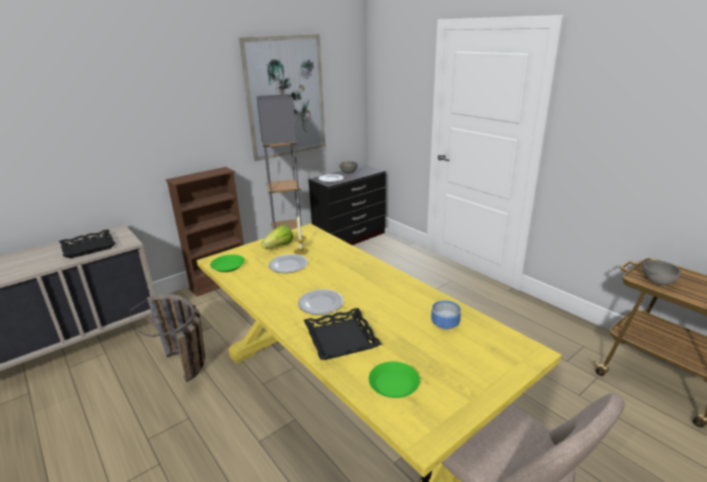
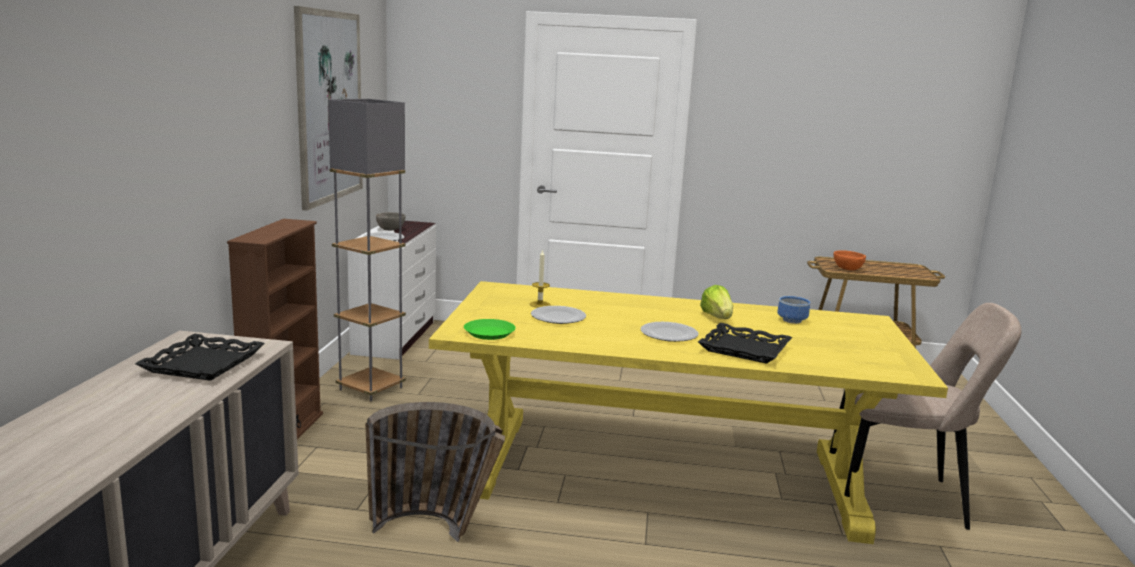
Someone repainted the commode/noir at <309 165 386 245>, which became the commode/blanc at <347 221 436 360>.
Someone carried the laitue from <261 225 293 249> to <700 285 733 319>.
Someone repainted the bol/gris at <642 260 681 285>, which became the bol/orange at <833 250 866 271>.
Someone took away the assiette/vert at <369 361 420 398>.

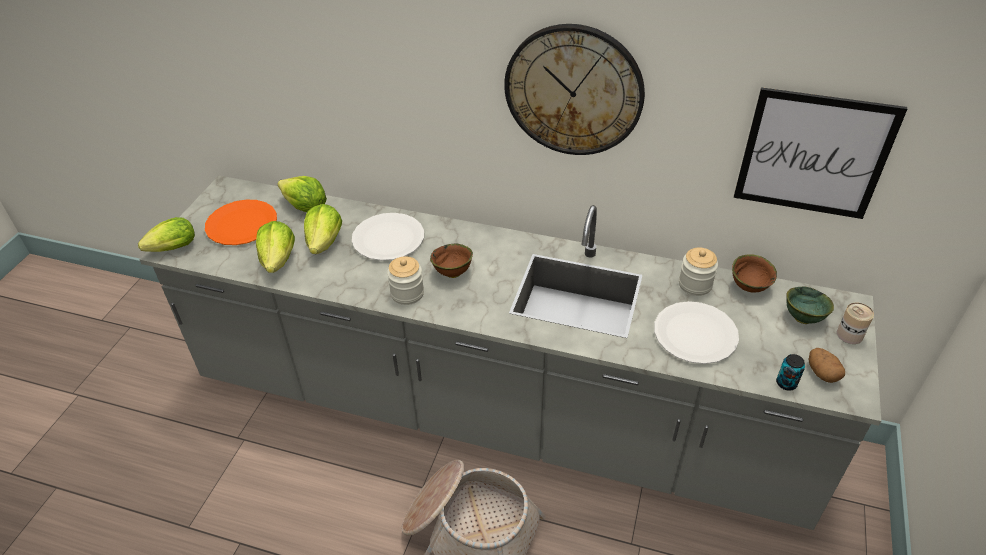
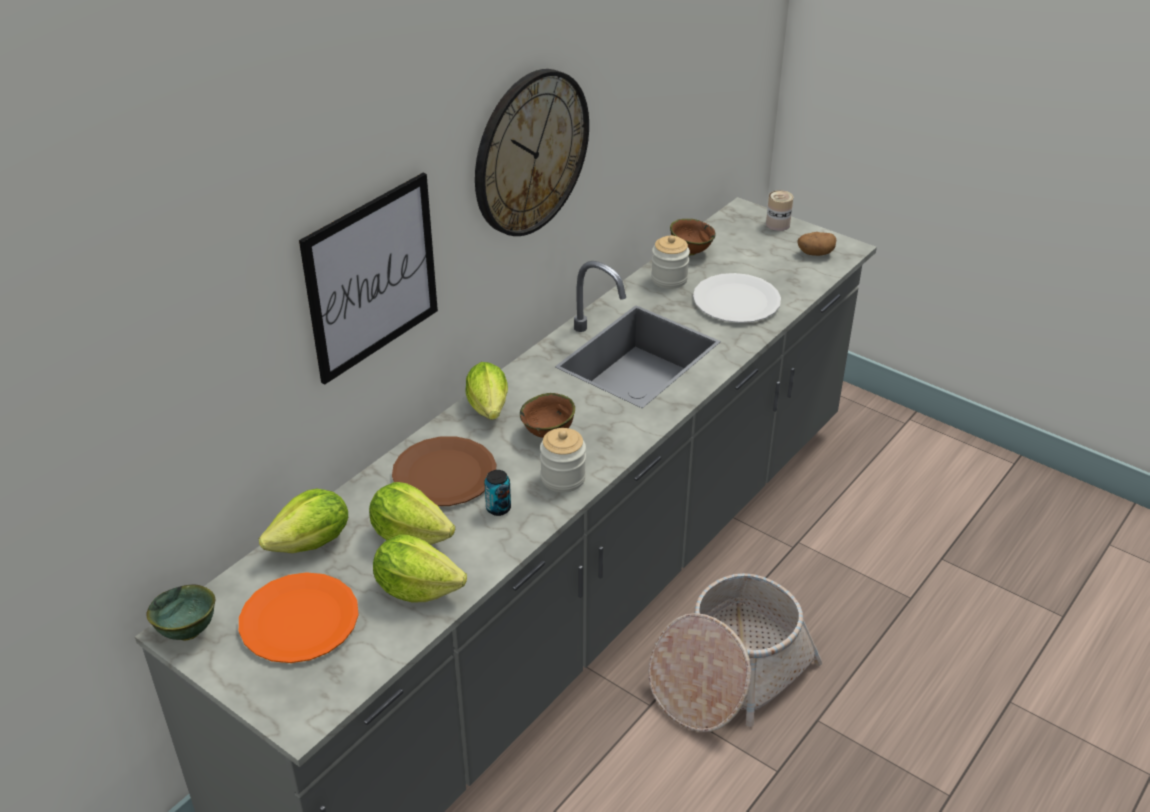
Someone carried the bol/vert from <786 286 834 324> to <146 584 216 641>.
Someone carried the tableau from <734 87 907 219> to <299 173 438 385>.
Someone repainted the assiette/blanc at <352 213 424 261>, which became the assiette/marron at <392 436 496 506>.
Someone carried the laitue from <138 217 195 252> to <466 362 508 420>.
Someone carried the boîte métallique from <776 354 805 390> to <484 470 511 516>.

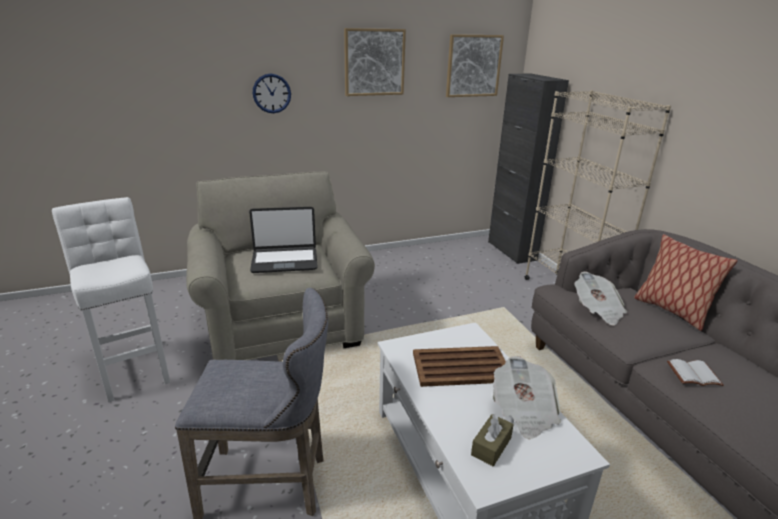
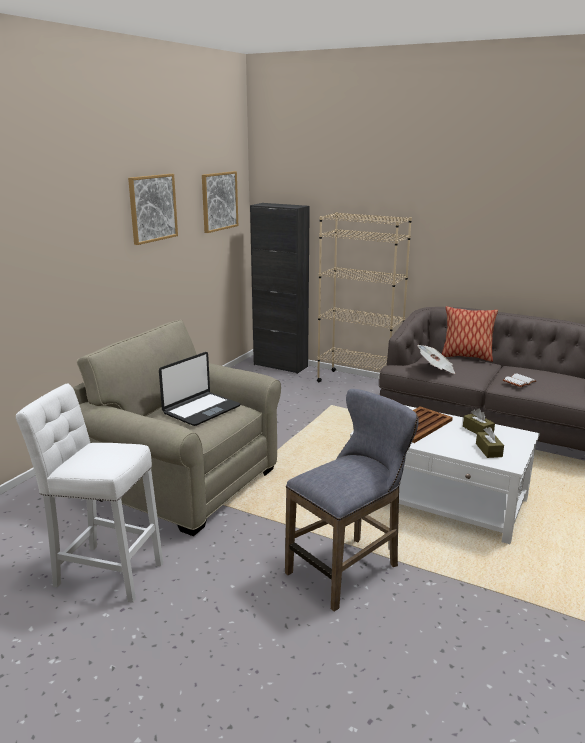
Someone swapped the journal at <492 356 561 440> for the boîte à mouchoirs/marron at <463 409 495 434>.
Someone took away the horloge murale at <253 73 291 113>.

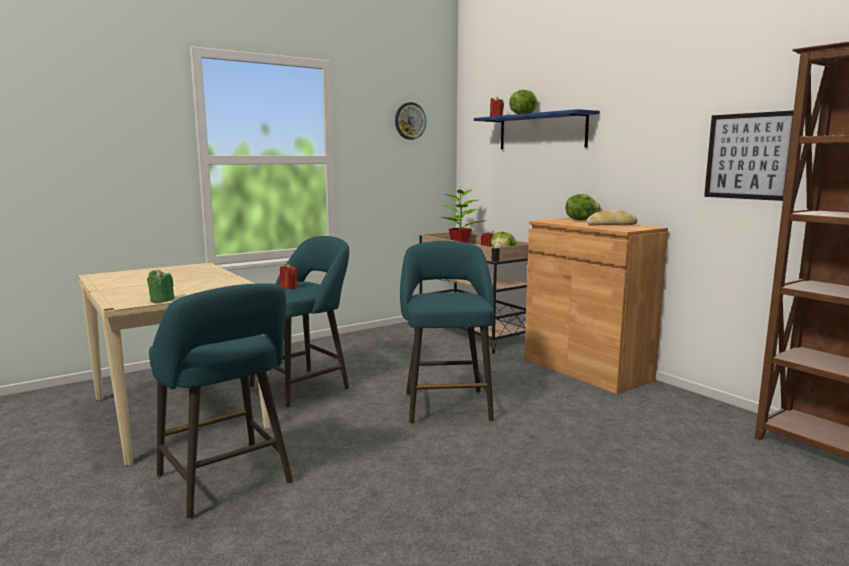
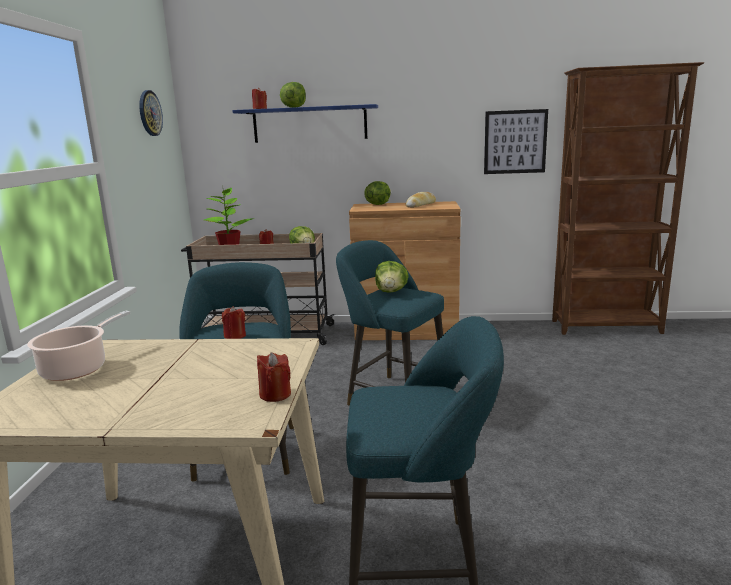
Someone put down the marmite at <27 311 130 381>.
Someone repainted the bougie/vert at <147 269 175 303>, which became the bougie/rouge at <257 352 291 402>.
Someone put down the laitue at <375 261 409 293>.

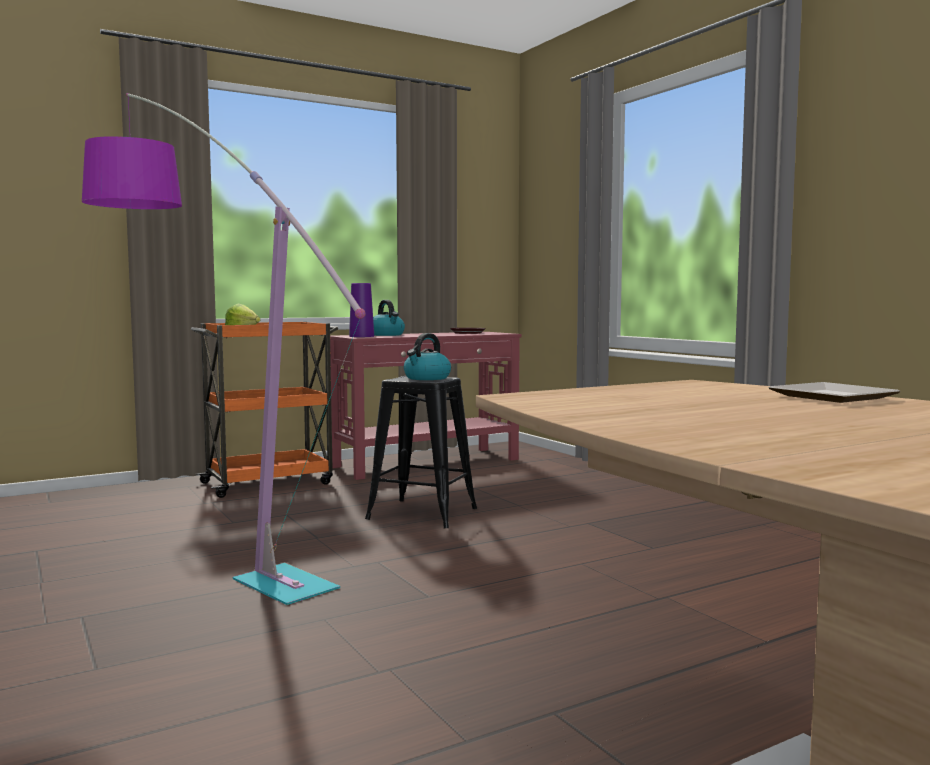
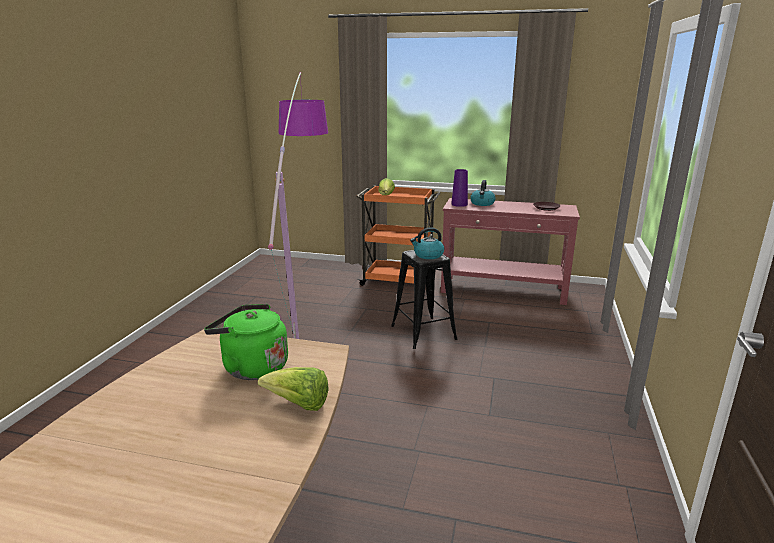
Someone put down the bouilloire/vert at <204 304 288 380>.
Someone swapped the assiette at <768 382 901 403> for the laitue at <258 367 329 411>.

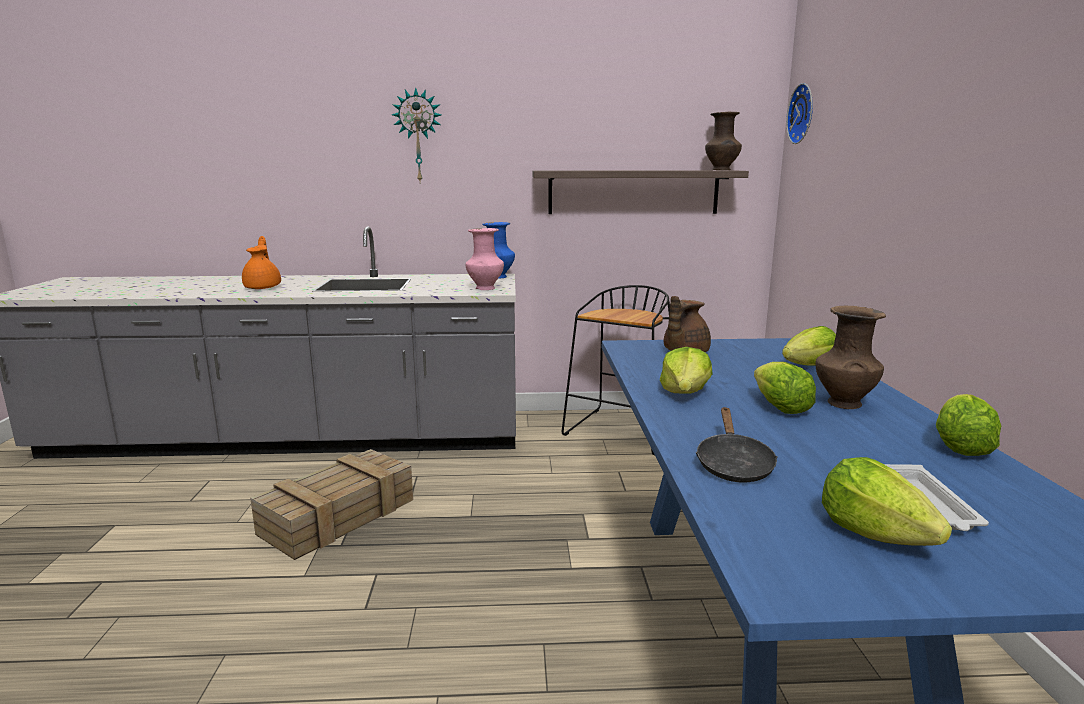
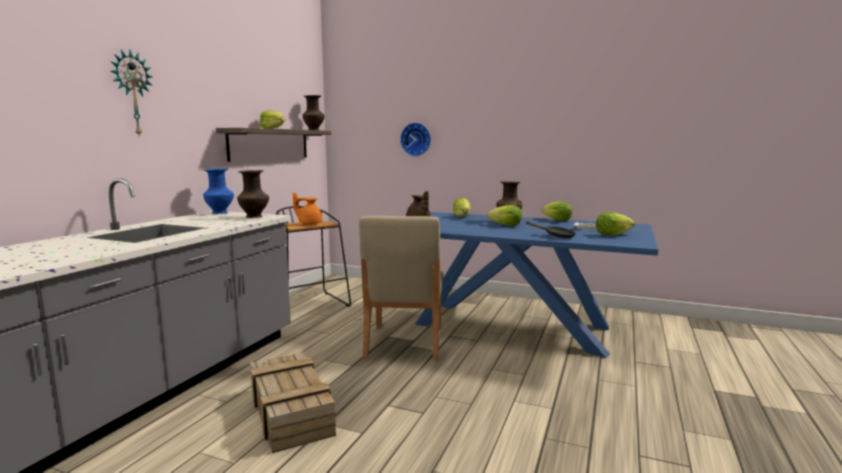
Someone repainted the vase/rose at <465 228 504 290>, which became the vase/marron at <237 170 269 218>.
Someone carried the laitue from <660 347 713 394> to <260 110 285 129>.
Someone carried the théière/orange from <242 236 281 289> to <293 192 322 224>.
Someone put down the chaise/beige at <359 216 443 360>.
Someone carried the horloge murale from <786 83 813 144> to <400 123 431 157>.

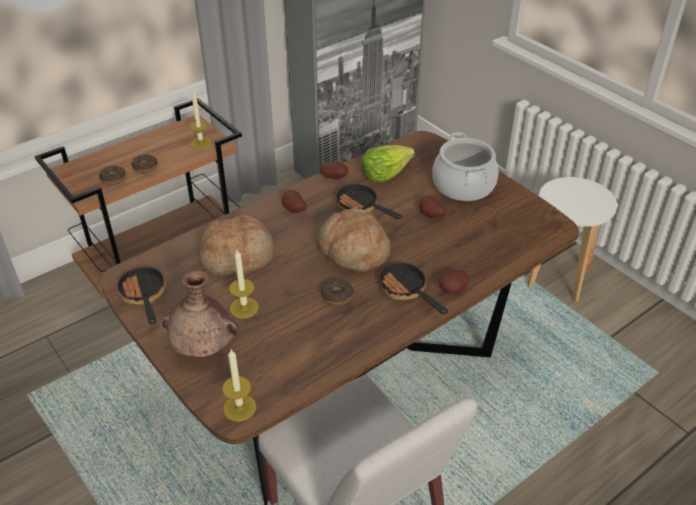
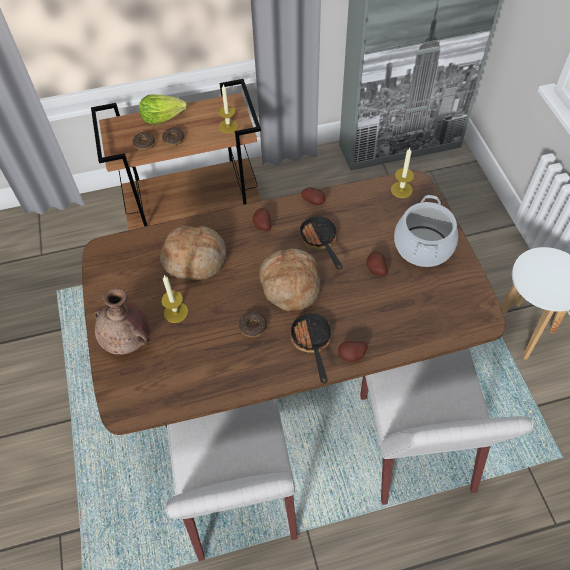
Someone carried the laitue from <361 145 415 183> to <139 95 187 125>.
Someone put down the chaise/blanc at <360 348 533 505>.
Someone carried the bougie from <222 349 256 422> to <391 148 414 198>.
Someone took away the poêle at <116 266 166 324>.

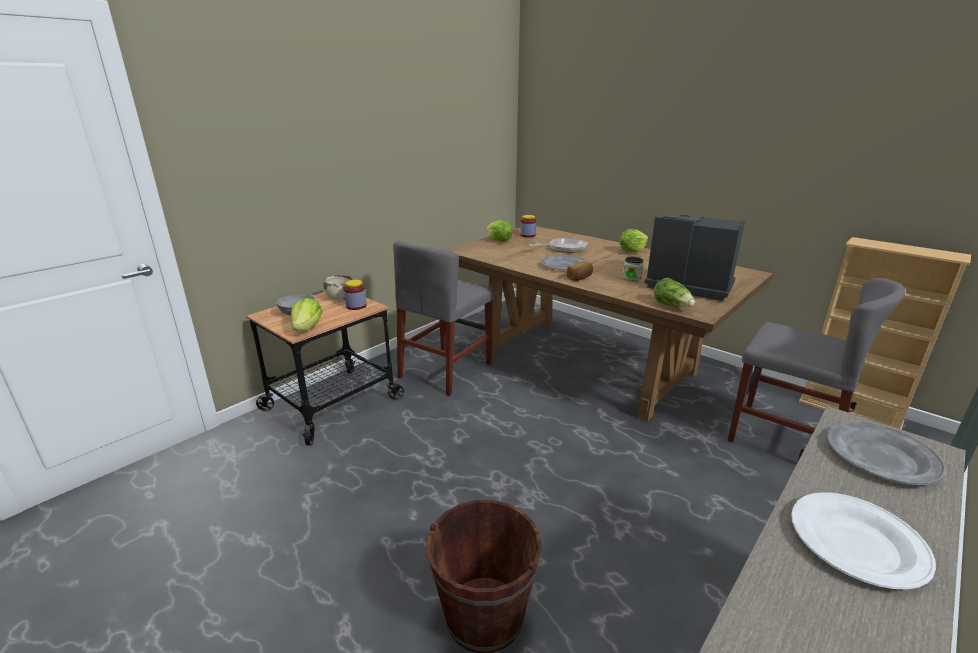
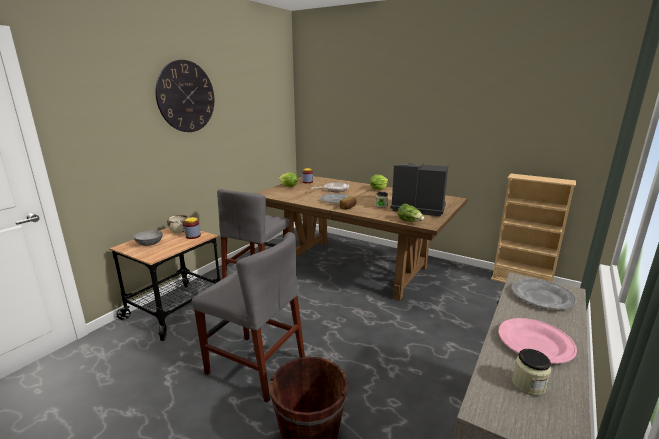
Someone put up the horloge murale at <155 60 214 132>.
Someone carried the chaise/gris from <728 278 906 443> to <192 232 305 403>.
Someone repainted the assiette/blanc at <791 492 936 589>, which became the assiette/rose at <498 318 577 364>.
Someone put down the bocal at <512 349 551 396>.
Someone took away the laitue at <291 298 322 332>.

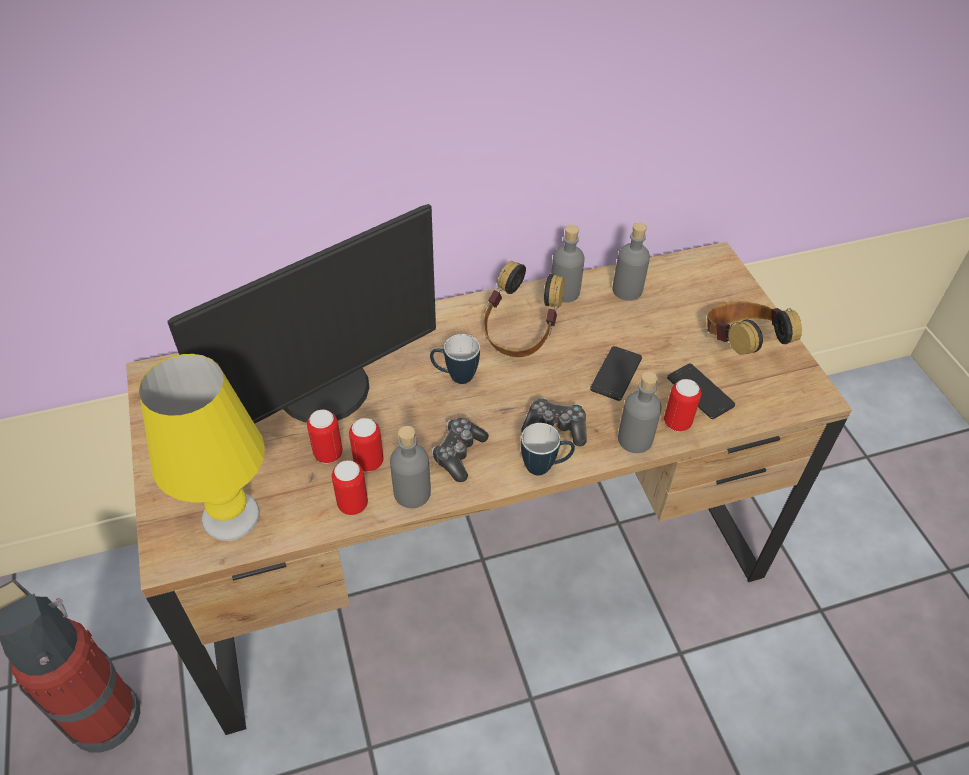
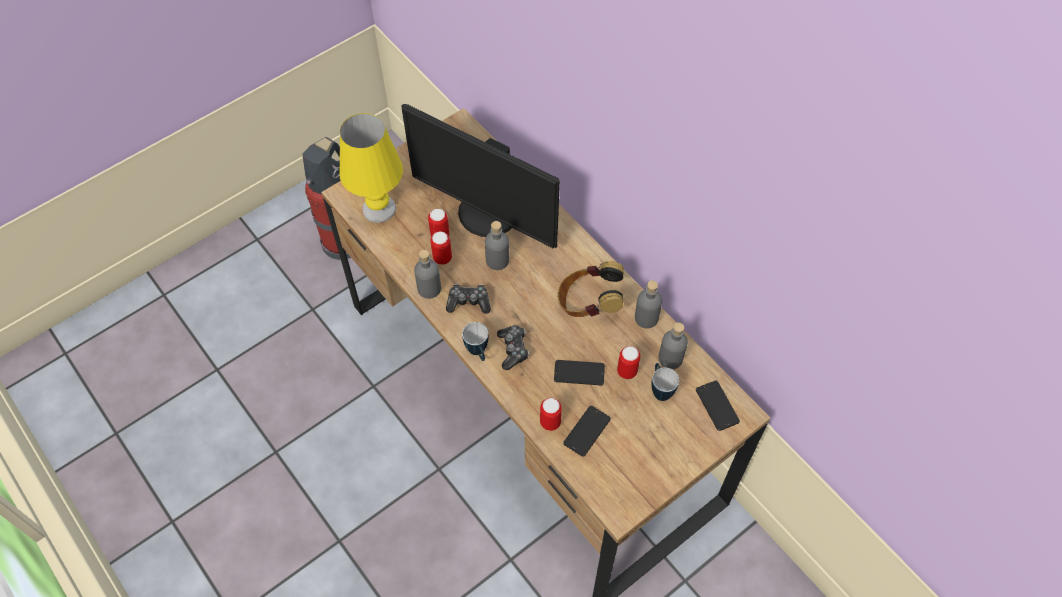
Someone carried the bouteille/gris from <618 371 662 453> to <485 221 509 270>.
Someone carried the boîte métallique from <332 460 368 515> to <617 346 641 379>.
Someone carried the mug from <430 334 480 384> to <652 363 679 401>.
Someone put down the téléphone at <696 381 740 431>.
Someone took away the casque audio at <707 301 802 355>.

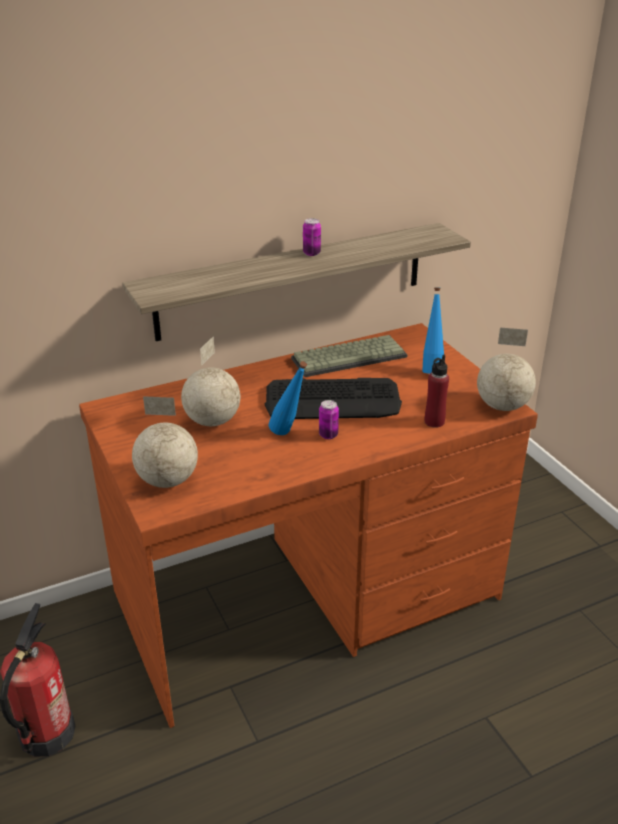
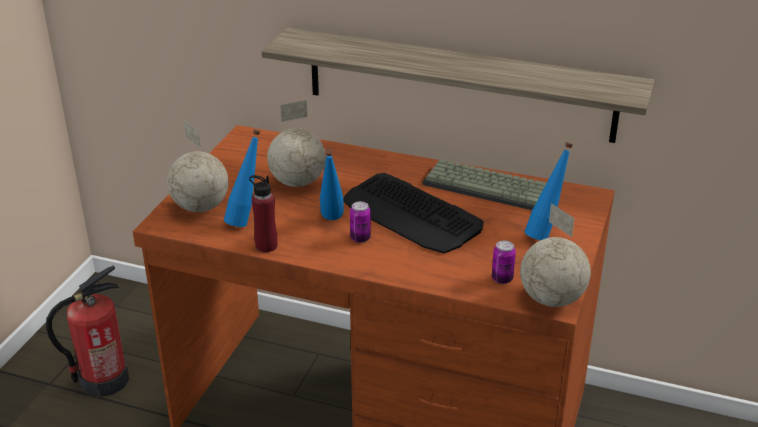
Someone put down the bouteille/bleu at <224 129 261 227>.
Someone carried the bouteille/rouge from <425 354 449 428> to <249 175 278 252>.
Someone carried the boîte métallique from <303 218 321 256> to <492 240 516 284>.

